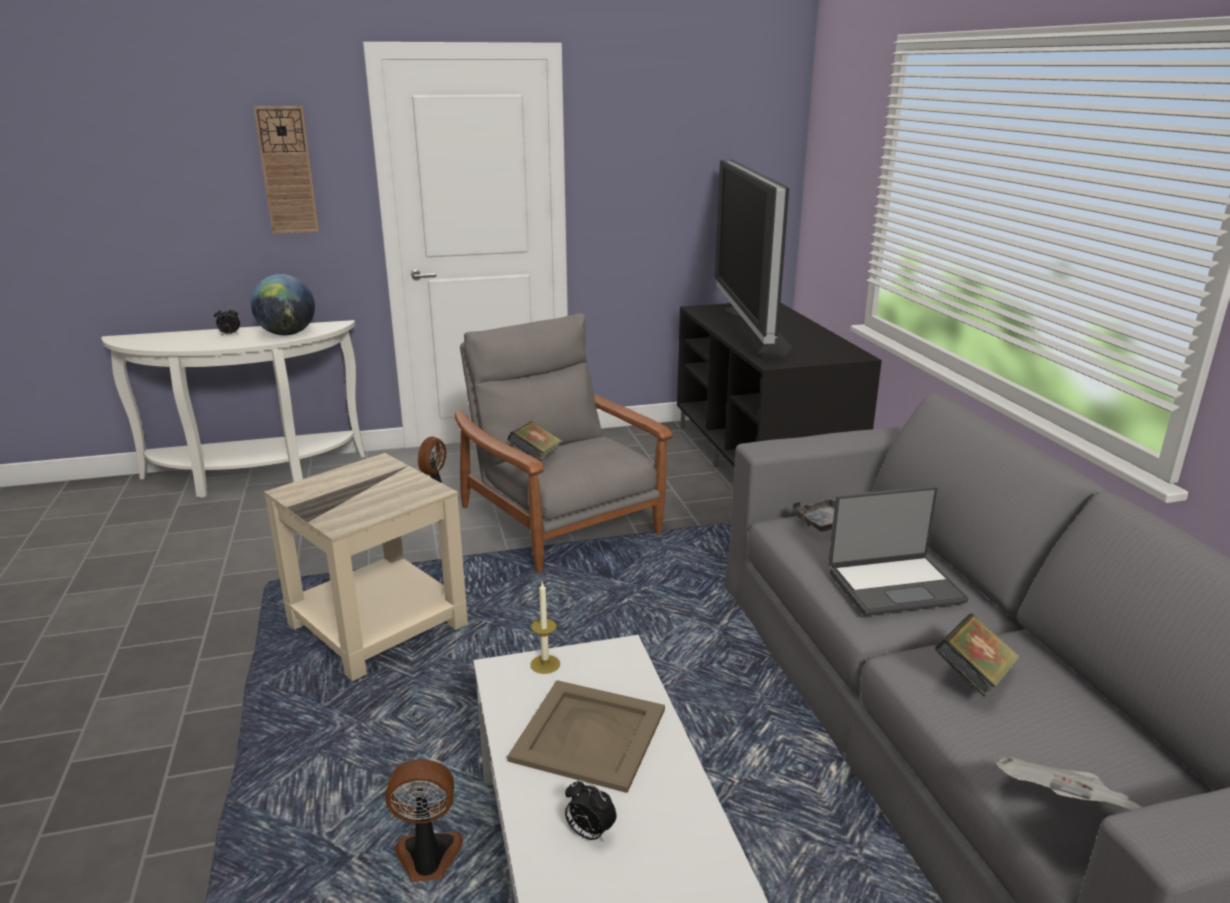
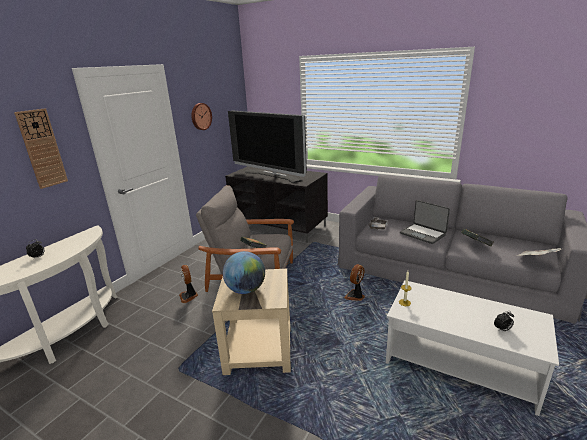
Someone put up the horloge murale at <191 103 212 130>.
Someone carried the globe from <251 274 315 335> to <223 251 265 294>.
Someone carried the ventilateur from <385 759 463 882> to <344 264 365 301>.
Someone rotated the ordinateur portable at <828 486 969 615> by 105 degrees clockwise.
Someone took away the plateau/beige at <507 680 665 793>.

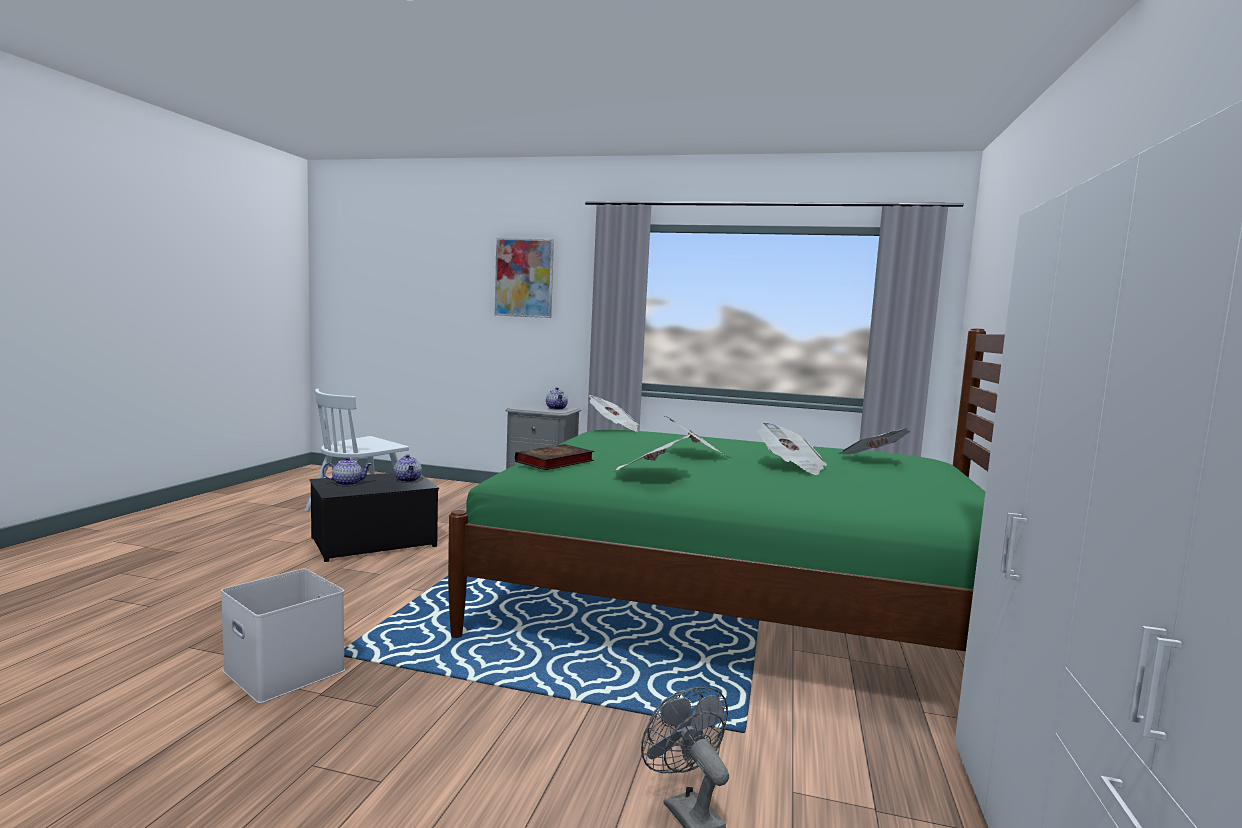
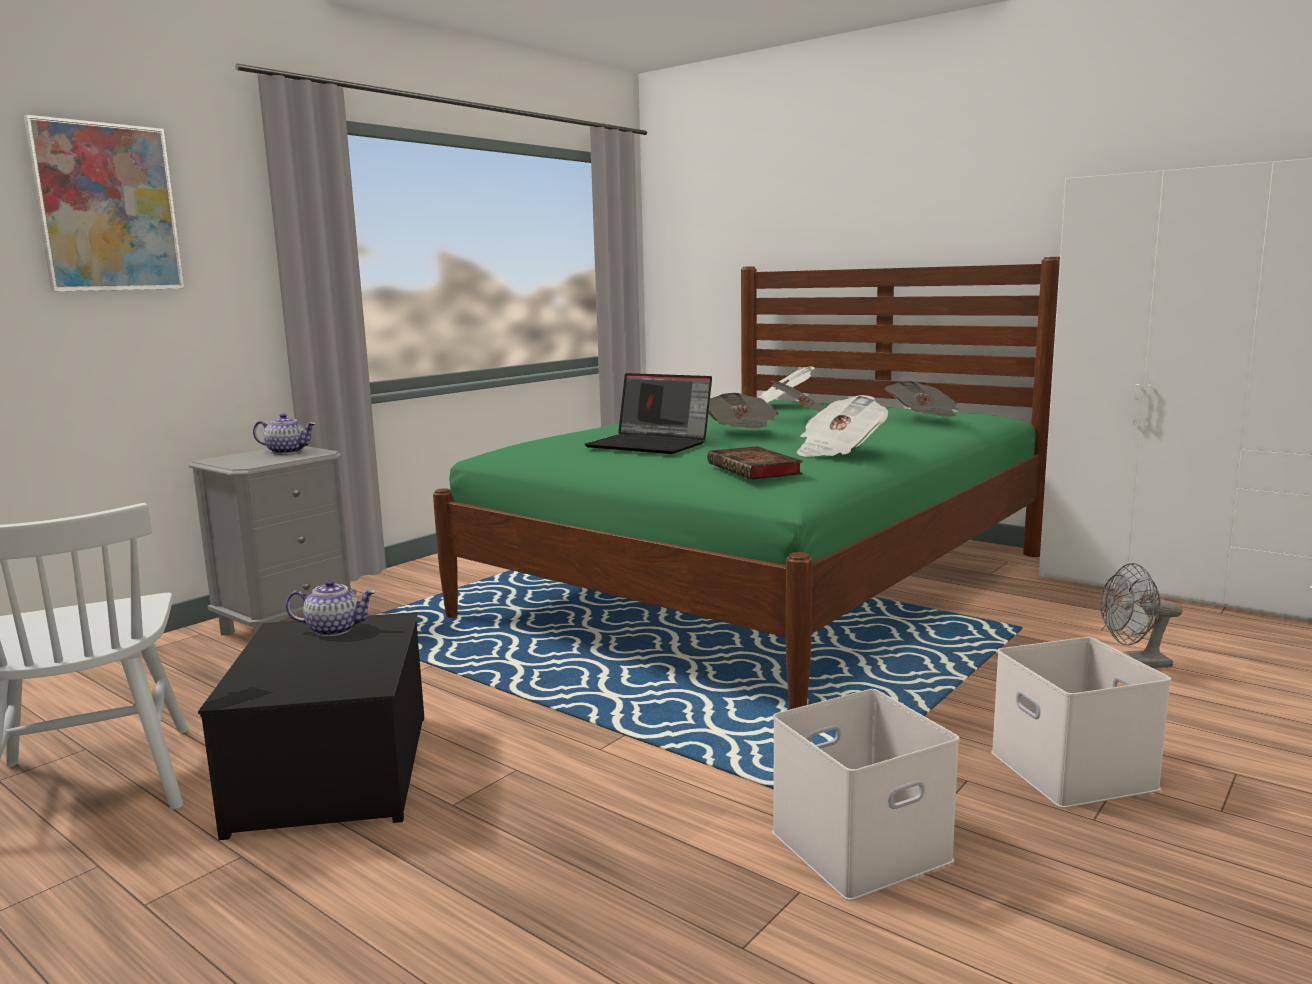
Someone put down the ordinateur portable at <585 373 712 454>.
Someone carried the journal from <589 395 639 432> to <885 381 959 417>.
Someone put down the boîte de rangement/blanc at <991 637 1171 808>.
Someone took away the théière at <322 457 372 486>.

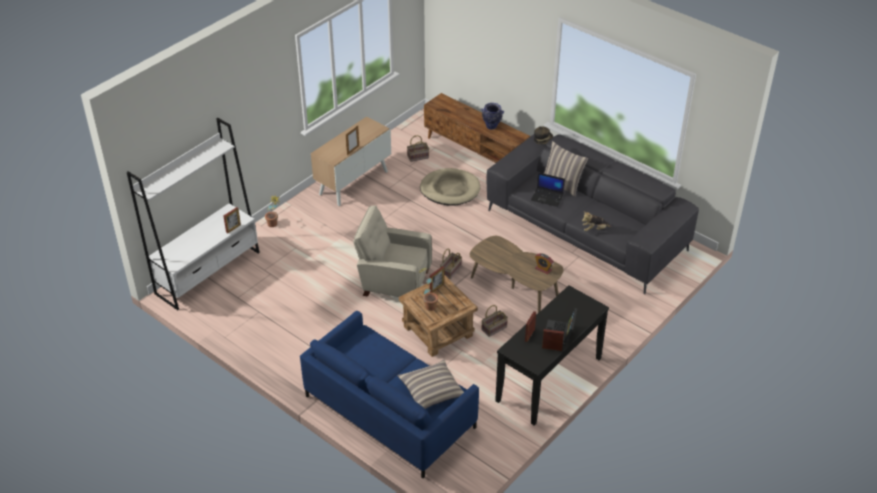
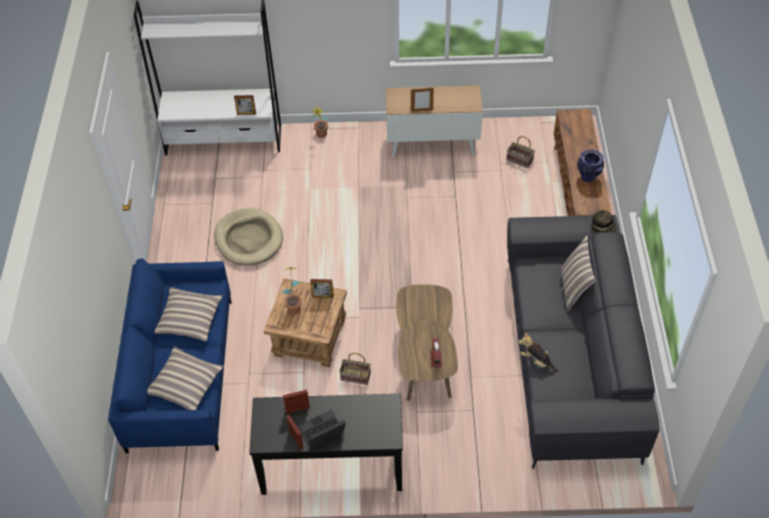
Someone put down the coussin at <154 287 223 342>.
Someone carried the panier pour chien/beige from <420 168 480 205> to <214 208 283 265>.
Someone took away the fauteuil/beige at <353 205 432 297>.
Someone took away the panier at <440 248 462 279>.
Someone took away the ordinateur portable at <531 172 565 207>.

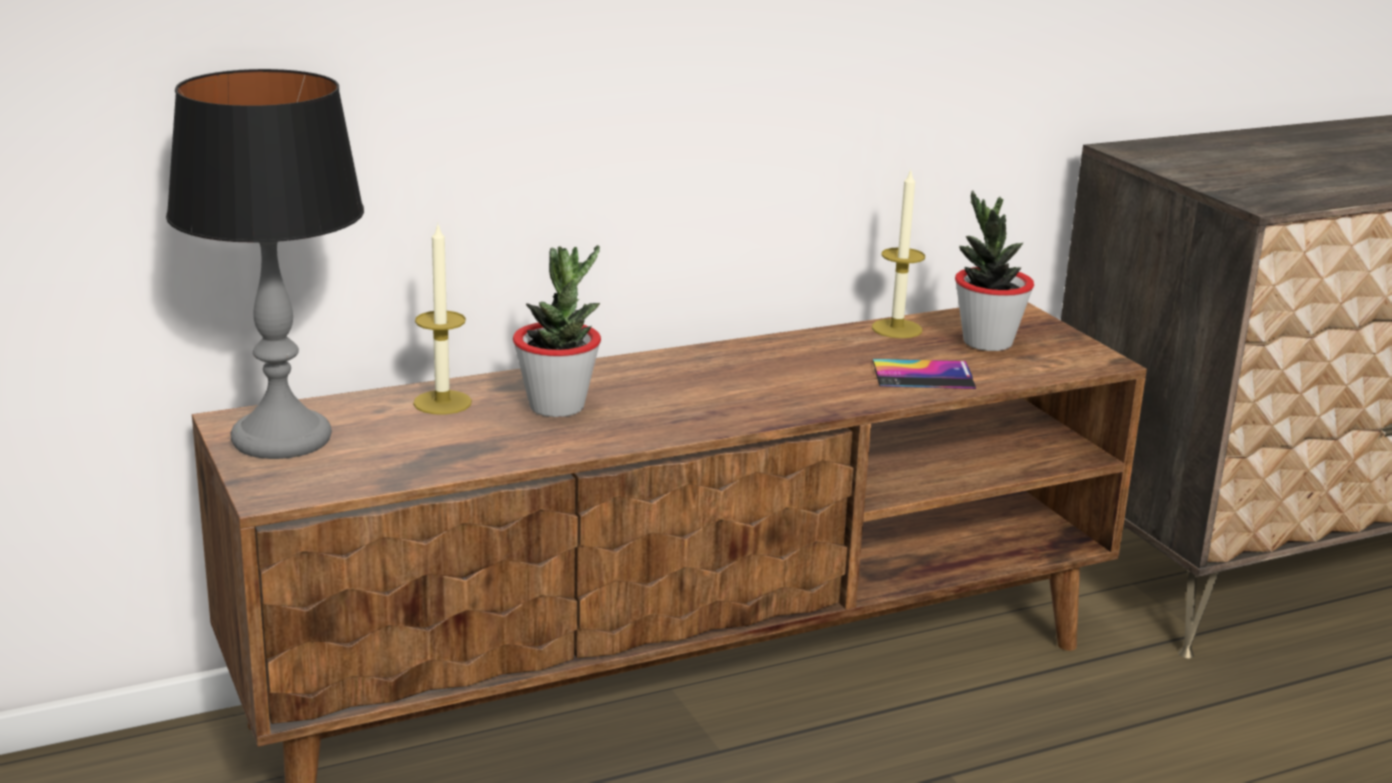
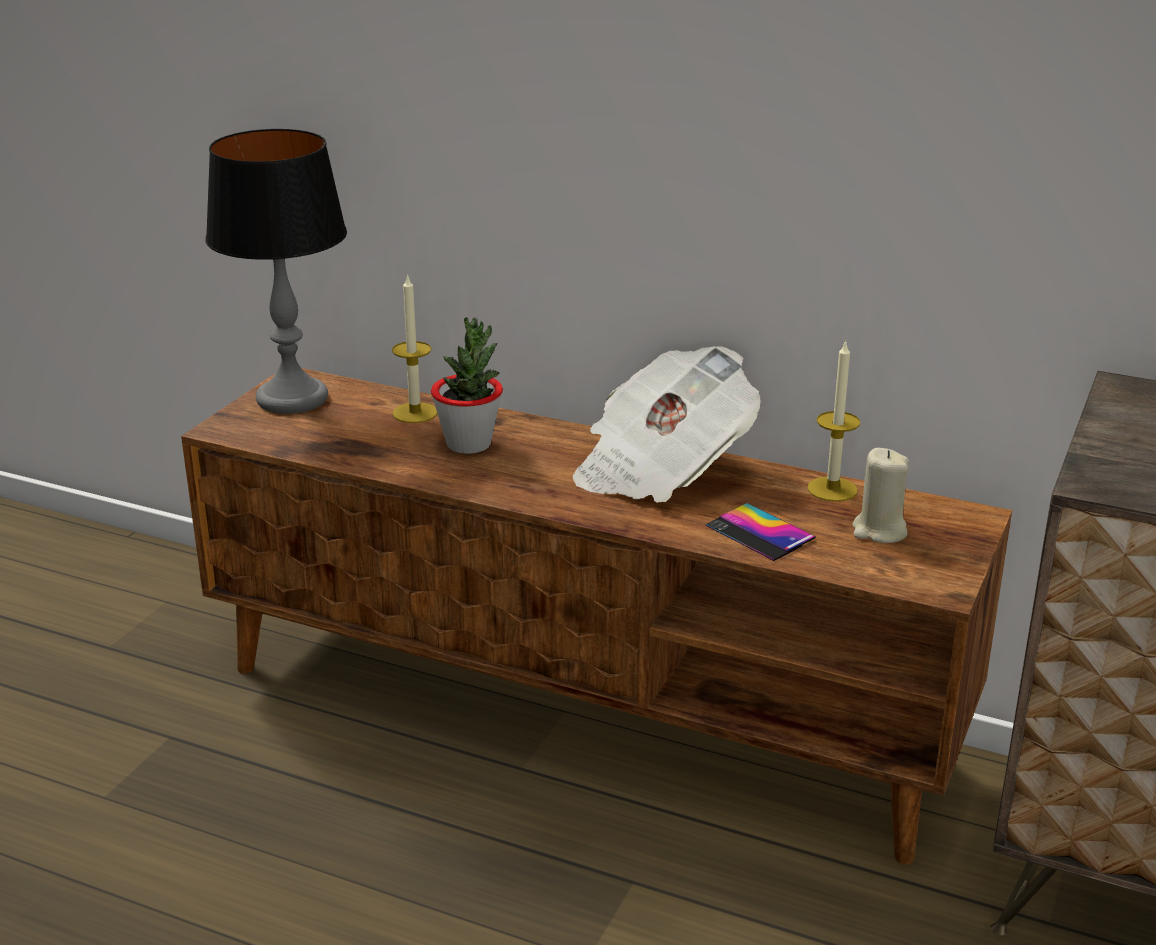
Someone put down the journal at <572 346 761 503>.
Someone swapped the plante en pot at <955 190 1034 351> for the bougie/beige at <852 448 909 543>.

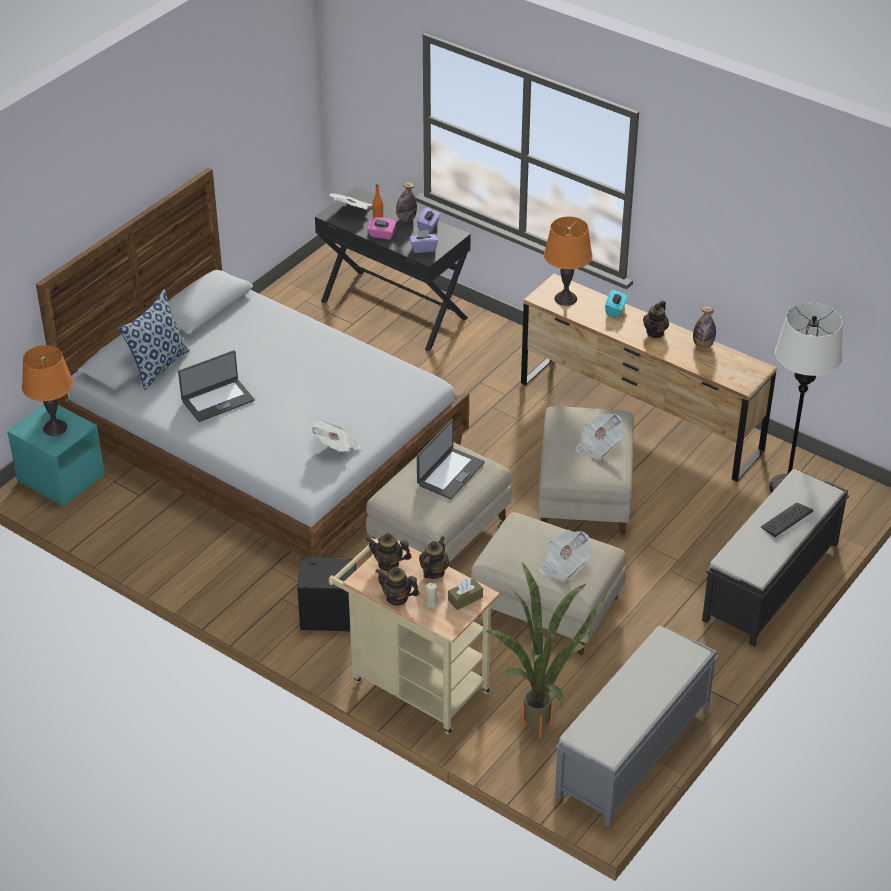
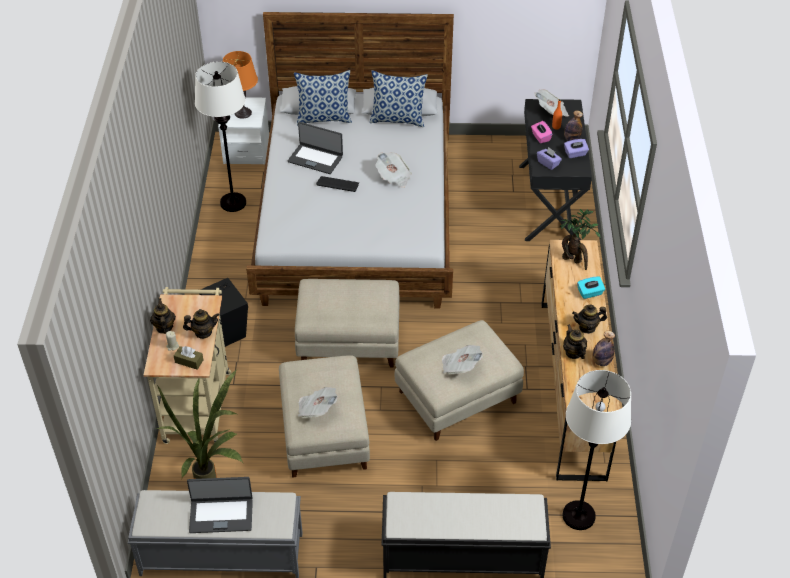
Someone carried the ordinateur portable from <417 419 485 499> to <187 477 253 533>.
Someone put down the lampadaire/blanc at <195 61 246 212>.
Someone repainted the table de chevet/turquoise at <7 405 105 507>, which became the table de chevet/blanc at <218 97 269 165>.
Someone carried the clavier from <761 503 813 537> to <316 176 359 192>.
Someone put down the coussin at <370 70 428 127>.
Someone carried the journal from <309 420 361 452> to <375 152 412 188>.
Someone swapped the lampe de table/orange at <544 216 592 306> for the plante en pot at <560 209 601 270>.
Someone carried the théière from <366 533 412 571> to <563 324 587 359>.

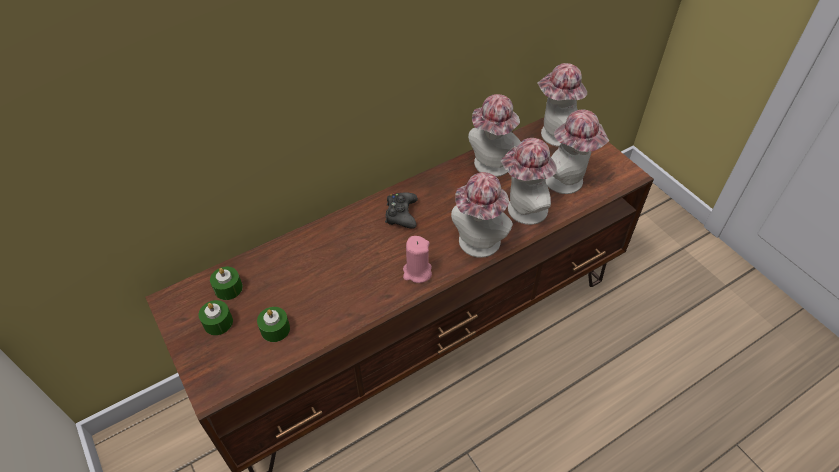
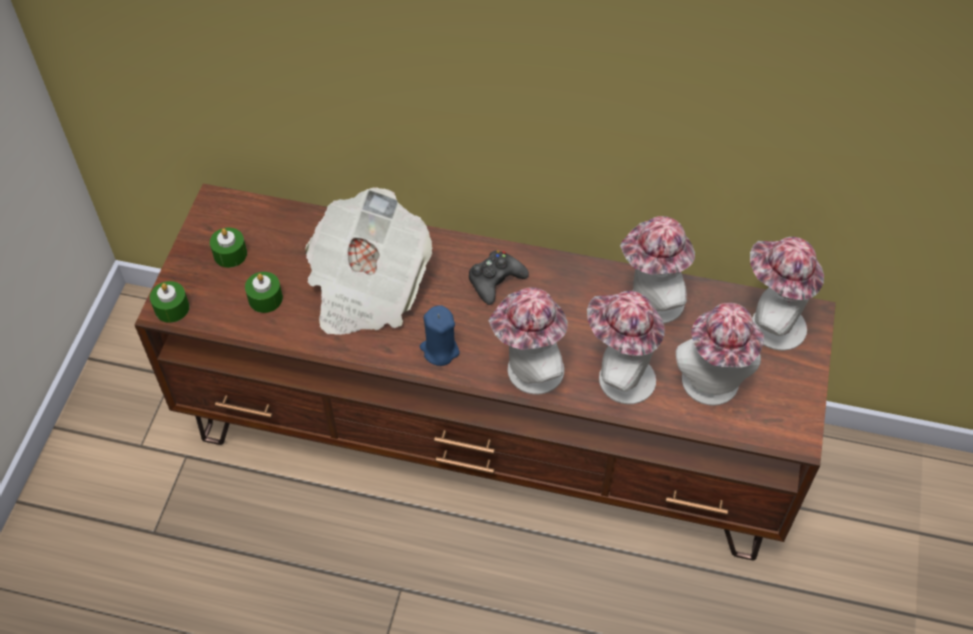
Someone carried the bougie/vert from <210 267 243 300> to <150 281 189 323>.
Someone put down the journal at <305 188 433 335>.
Someone repainted the bougie/rose at <403 236 432 283>, which became the bougie/bleu at <420 305 460 366>.

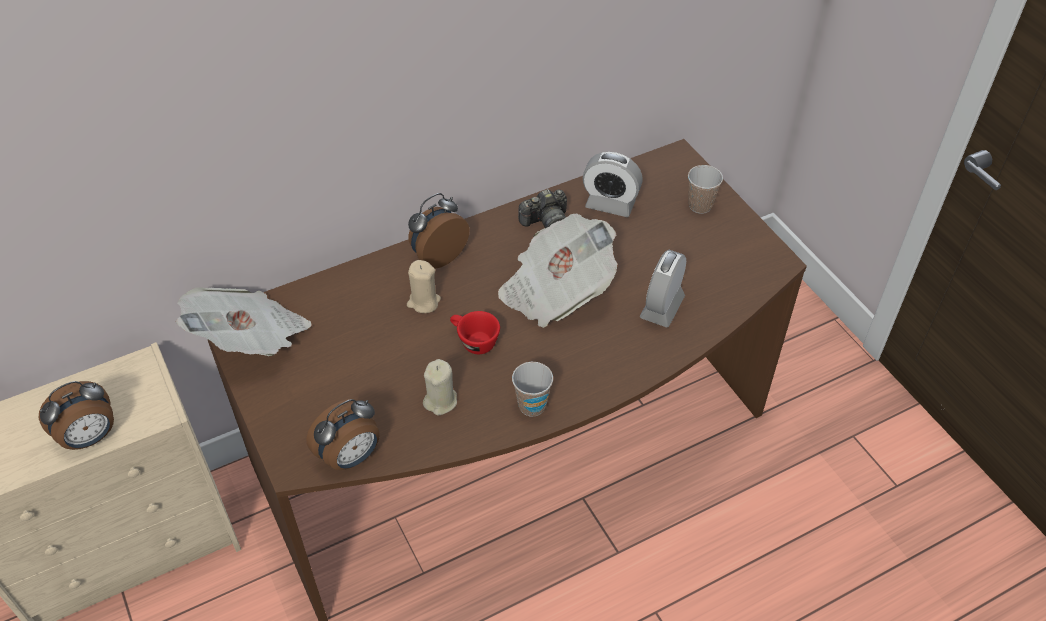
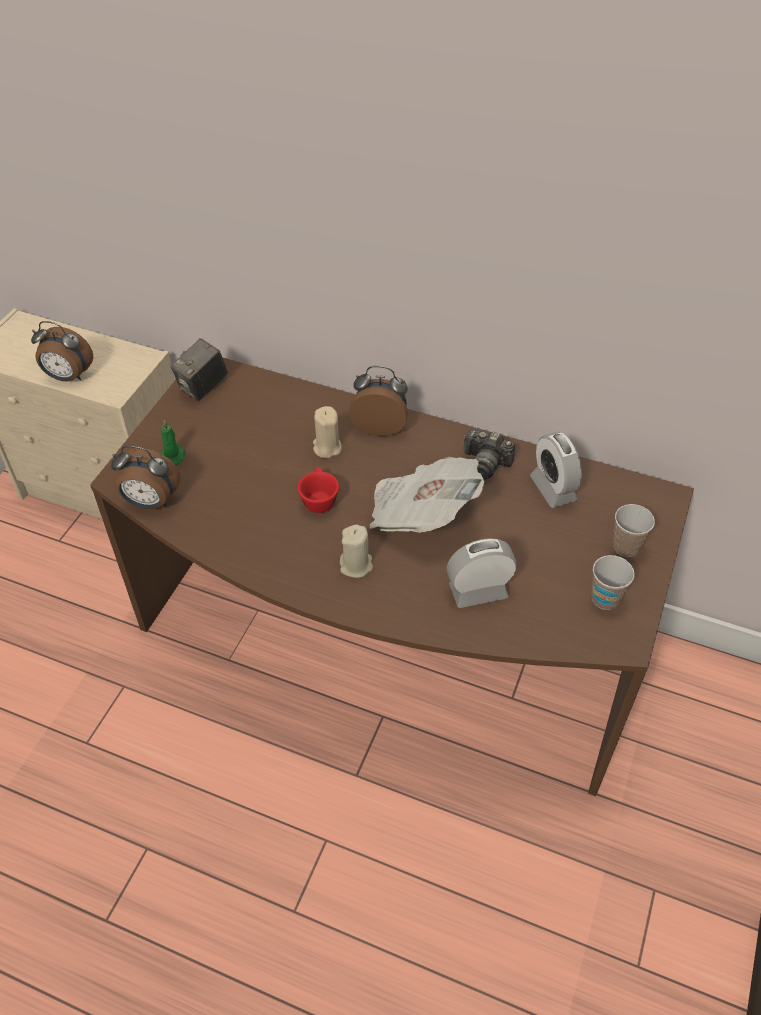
Someone put down the bougie/vert at <161 420 186 465>.
Someone swapped the journal at <175 287 312 356> for the appareil photo at <171 338 228 401>.
Someone carried the bougie/beige from <423 359 457 415> to <340 525 373 578>.
Someone carried the tasse from <512 362 553 416> to <591 555 635 610>.

